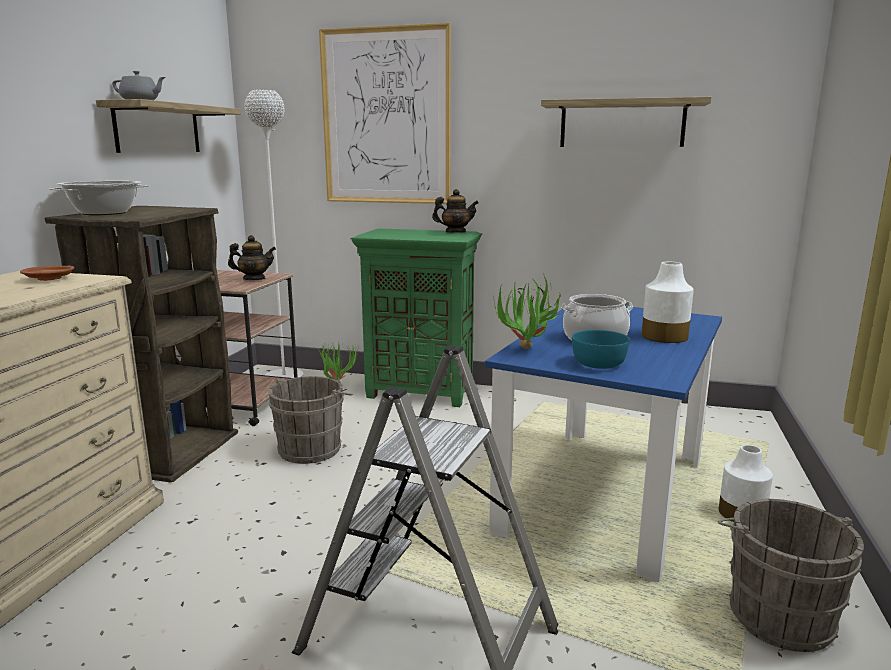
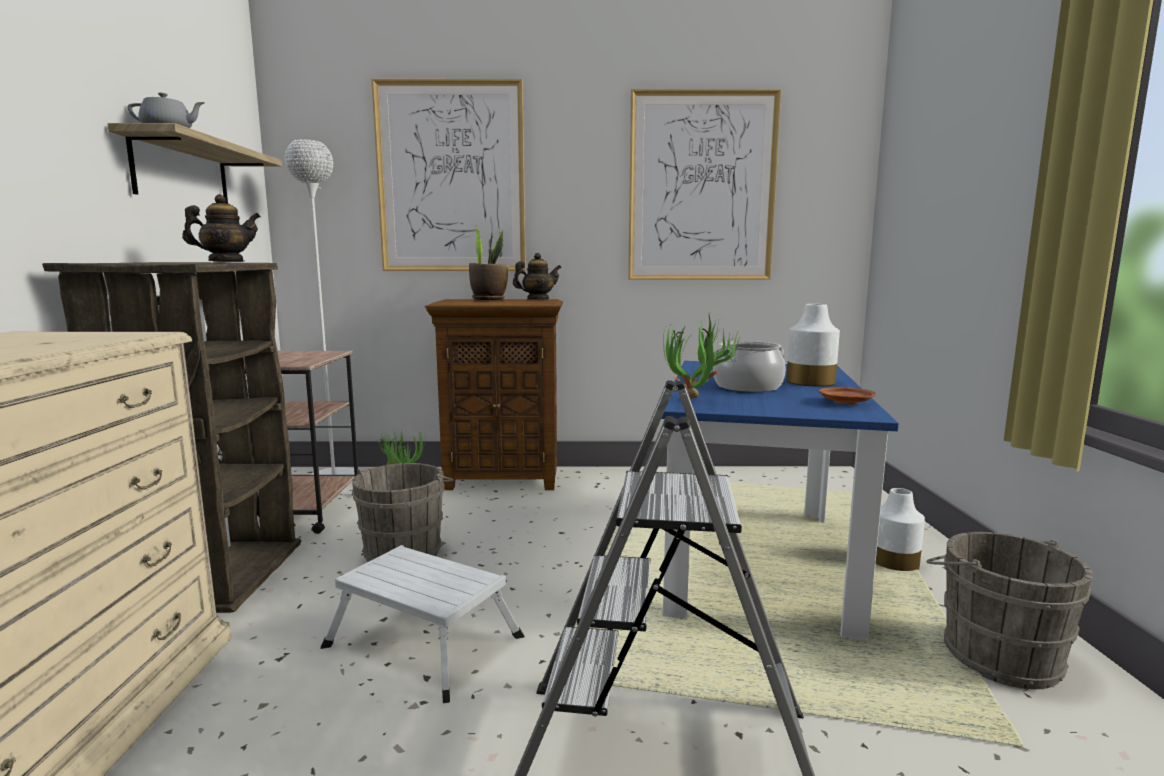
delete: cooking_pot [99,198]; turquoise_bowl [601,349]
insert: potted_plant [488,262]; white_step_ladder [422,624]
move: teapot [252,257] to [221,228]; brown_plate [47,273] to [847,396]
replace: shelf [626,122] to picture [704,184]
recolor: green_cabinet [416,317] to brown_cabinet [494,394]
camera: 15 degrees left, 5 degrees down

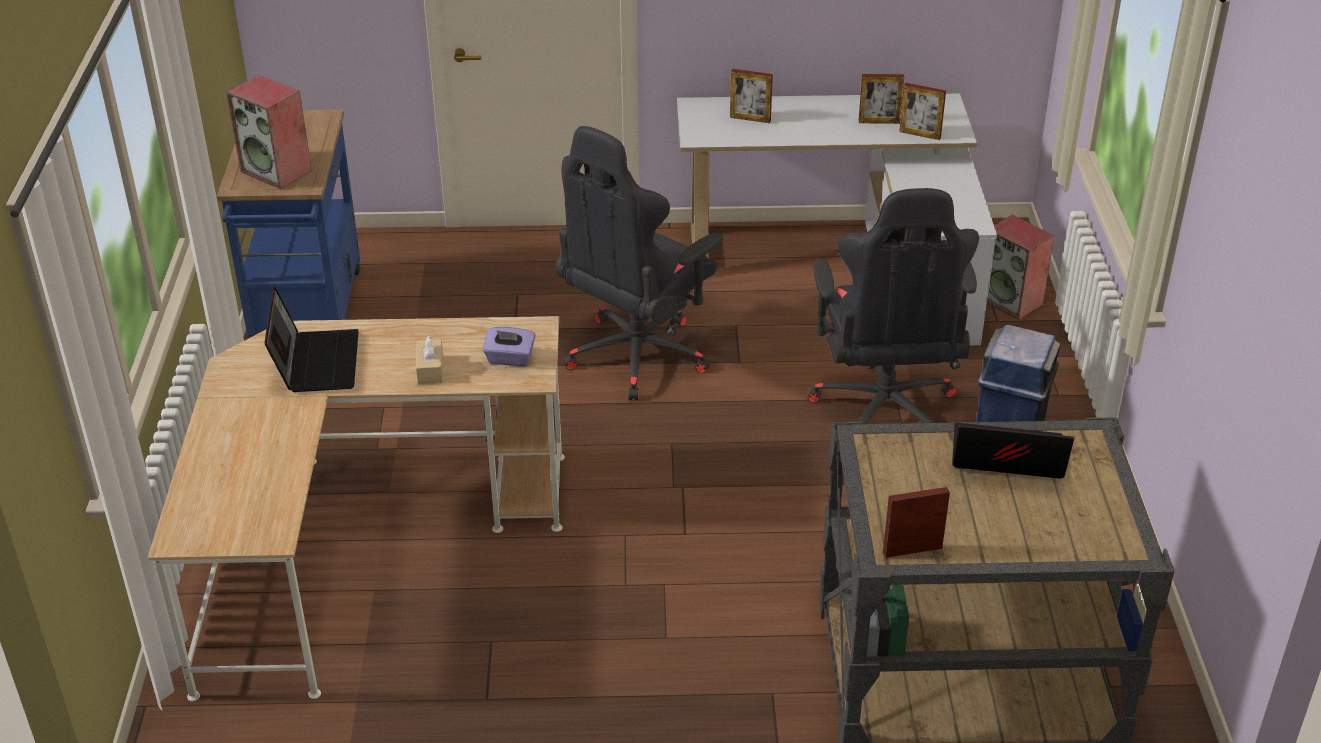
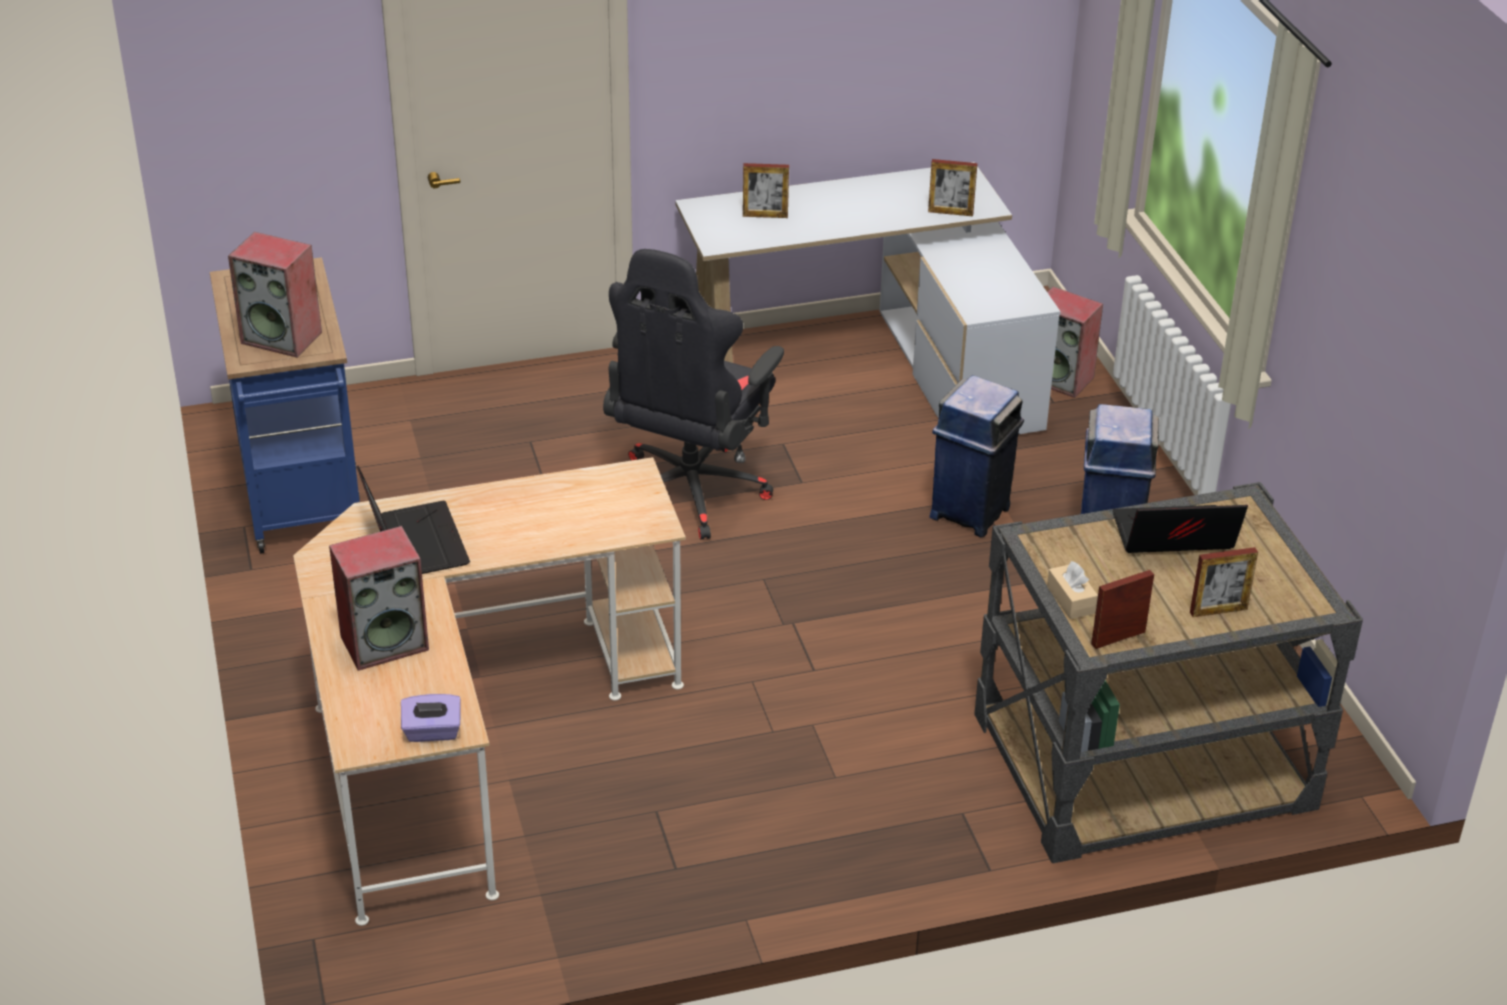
insert: speaker [379,598]
move: picture_frame [881,99] to [1224,582]; purple_tissue_box [509,346] to [431,718]; beige_tissue_box [429,360] to [1072,590]
replace: black_office_chair [893,306] to blue_trash_can [976,456]
camera: 15 degrees left, 0 degrees up

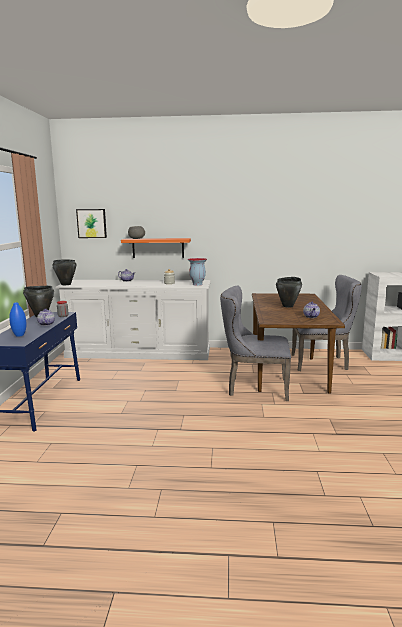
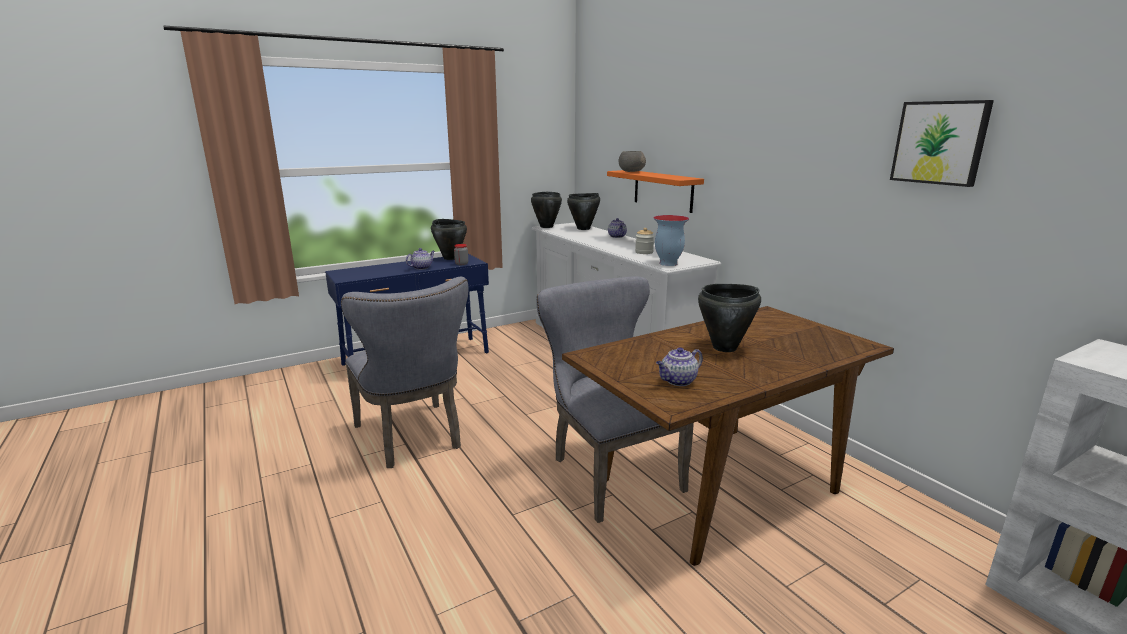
delete: blue_vase [17,319]
insert: black_cooking_pot [583,211]
move: picture [91,223] to [942,143]; grey_chair [326,323] to [404,372]
camera: 55 degrees right, 5 degrees up

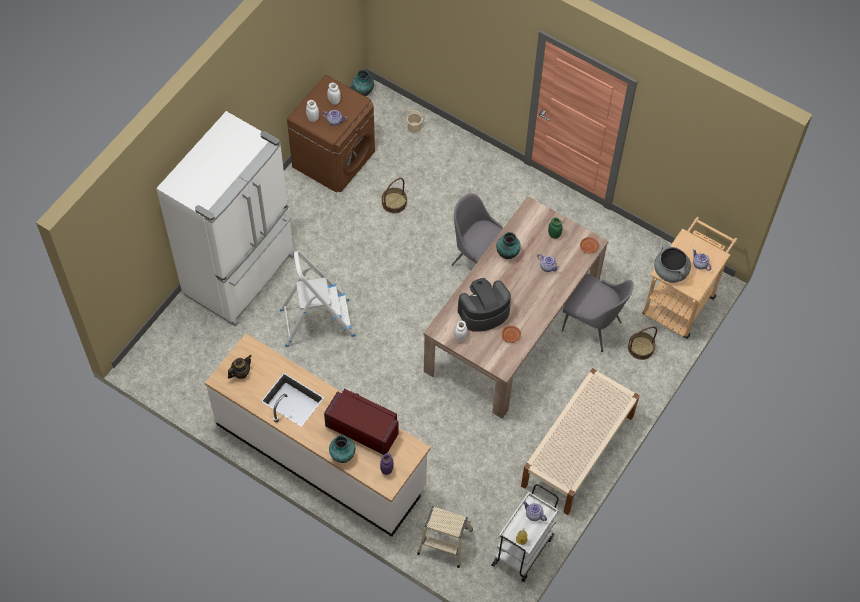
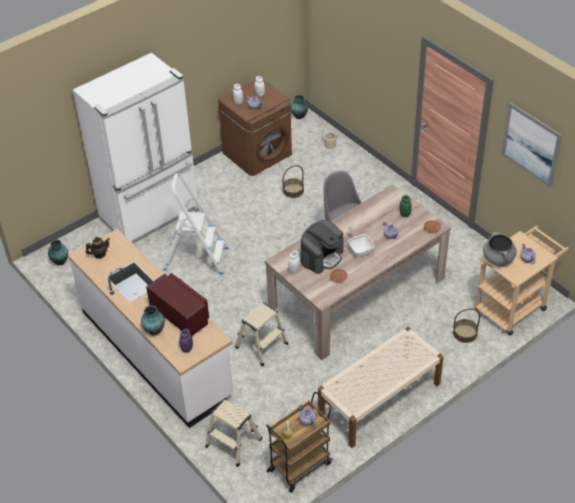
delete: grey_chair [598,313]
insert: picture [531,145]; frying_pan [361,241]; beige_step_ladder [261,334]
move: vase [508,245] to [58,252]
recolor: white_cart [525,533] to brown_cart [299,442]
rotate: coffee_machine [484,305] = [322,247] 135 degrees clockwise
camera: 20 degrees right, 15 degrees down

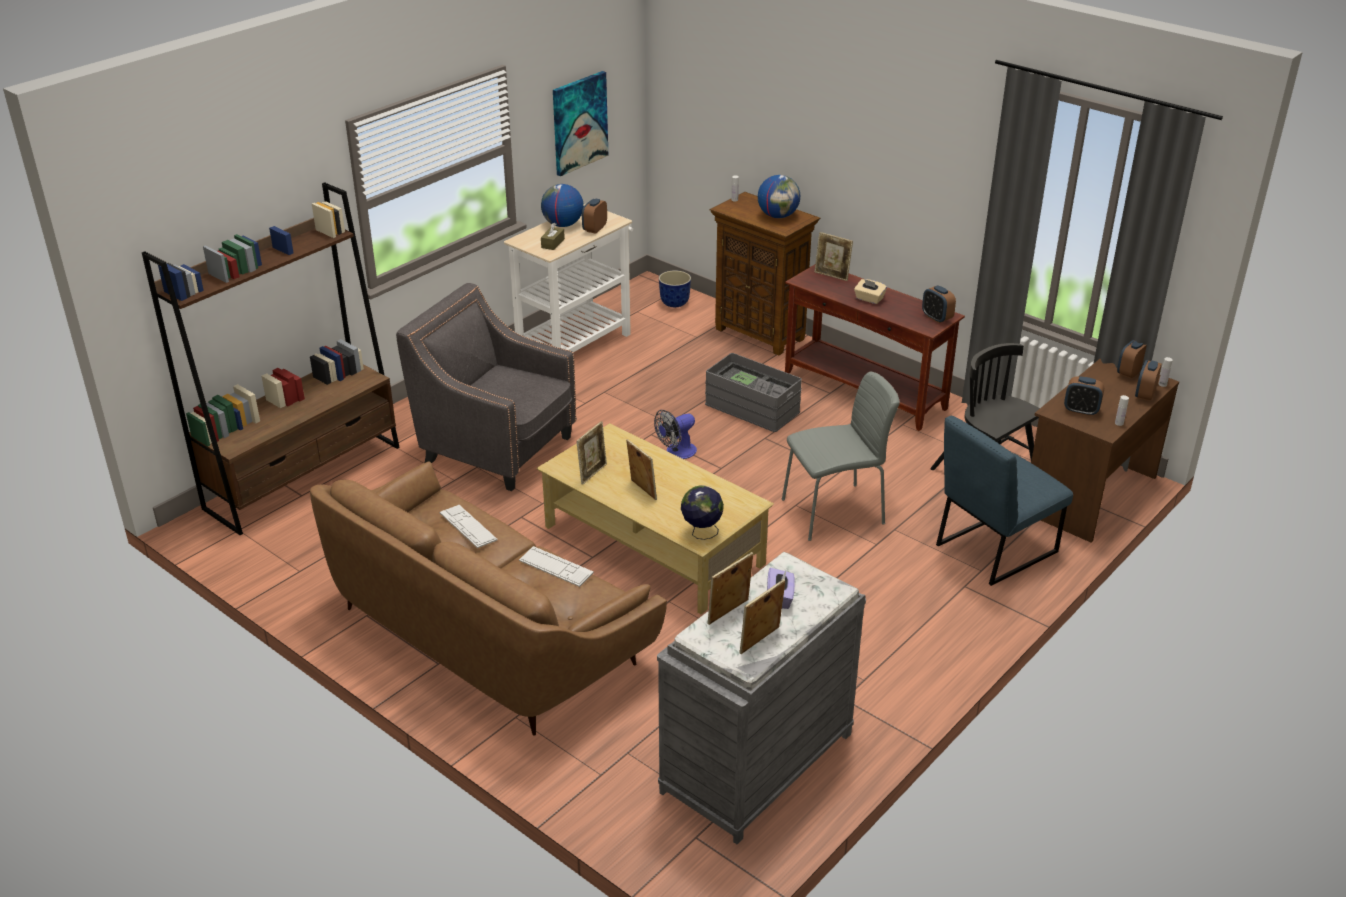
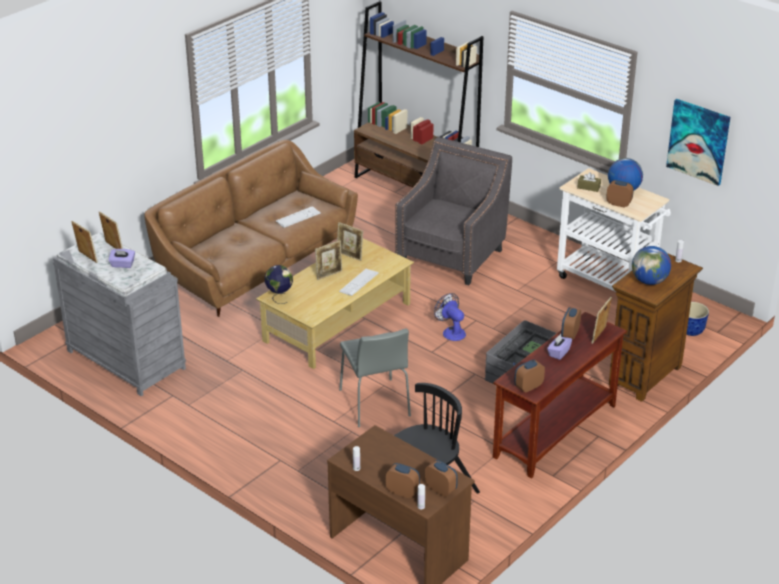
delete: blue_chair [1004,500]
move: alarm_clock [1084,396] to [571,323]; keyboard [556,566] to [359,282]
recolor: beige_tissue_box [870,291] to purple_tissue_box [559,347]
camera: 90 degrees right, 0 degrees up

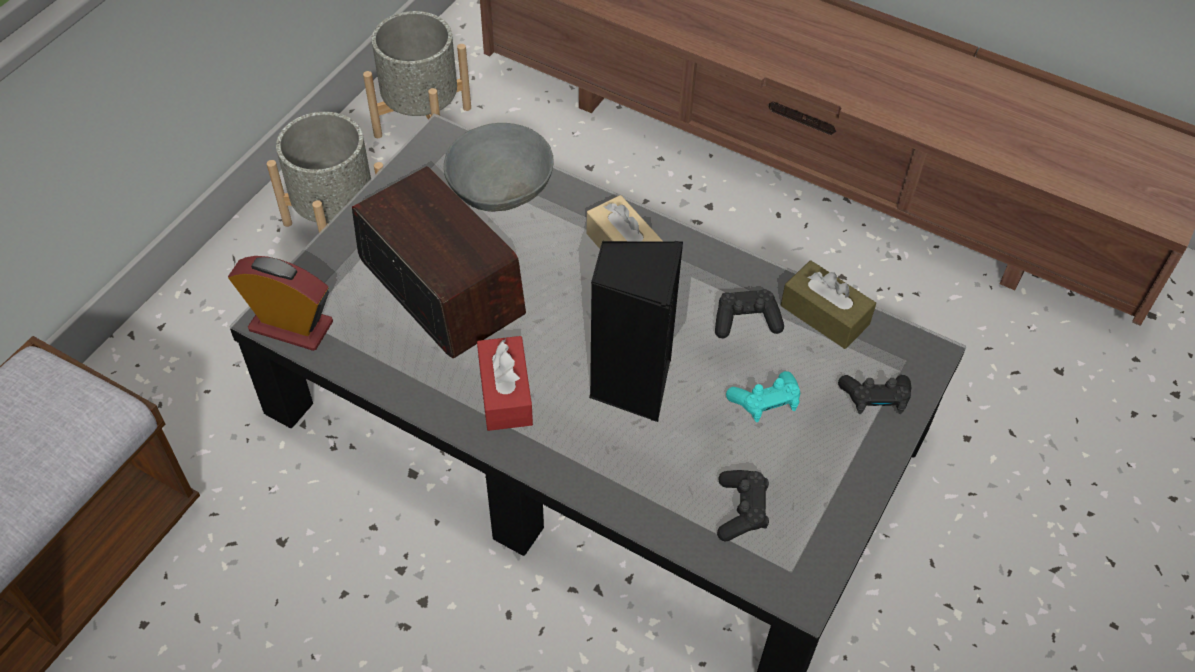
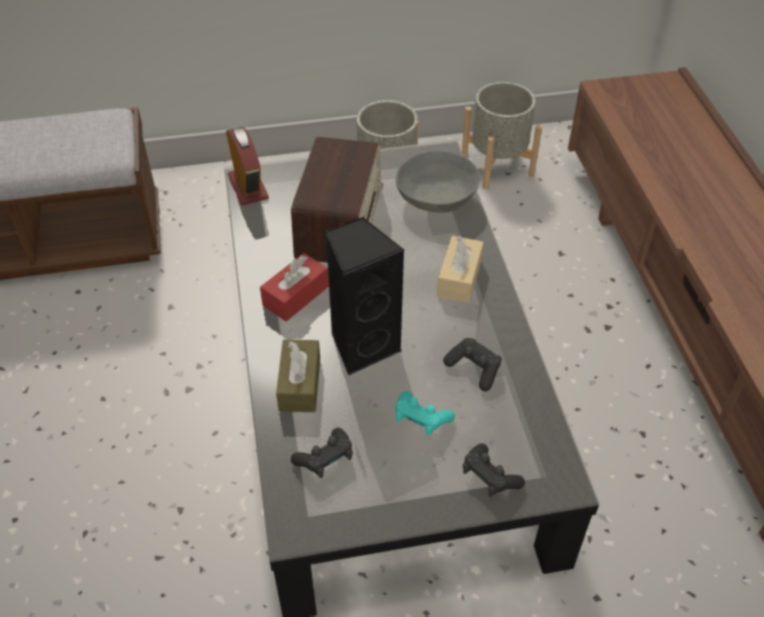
move: brown_tissue_box [828,304] to [298,376]
camera: 50 degrees right, 5 degrees down

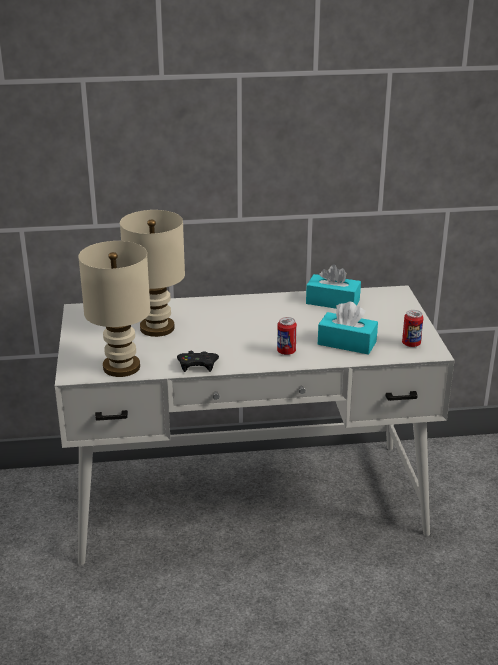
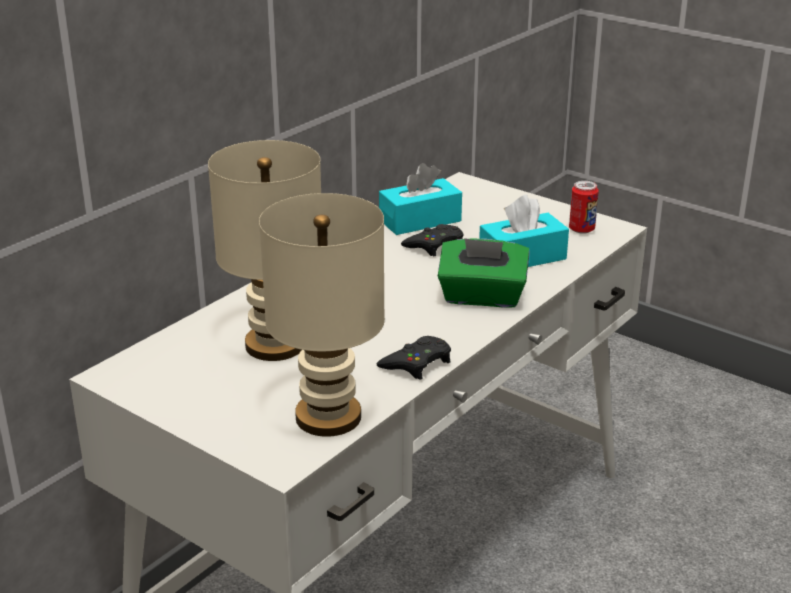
insert: black_game_controller [432,240]
replace: can [287,336] to green_tissue_box [484,273]
camera: 45 degrees left, 0 degrees up

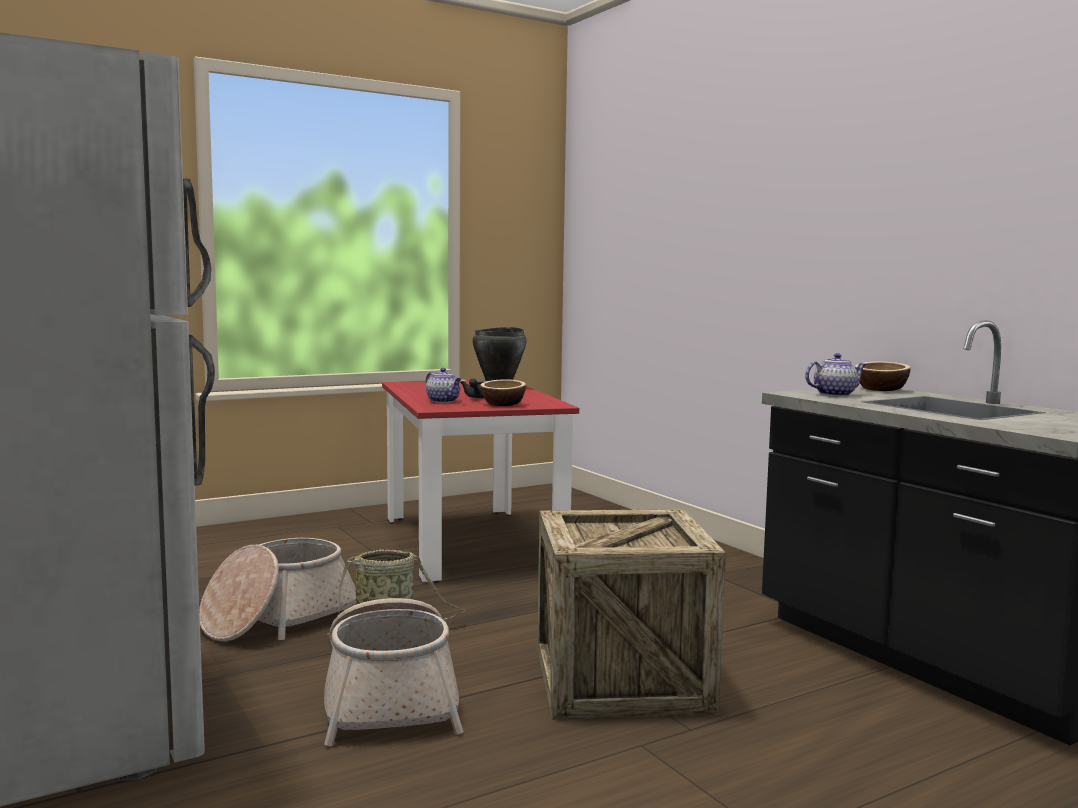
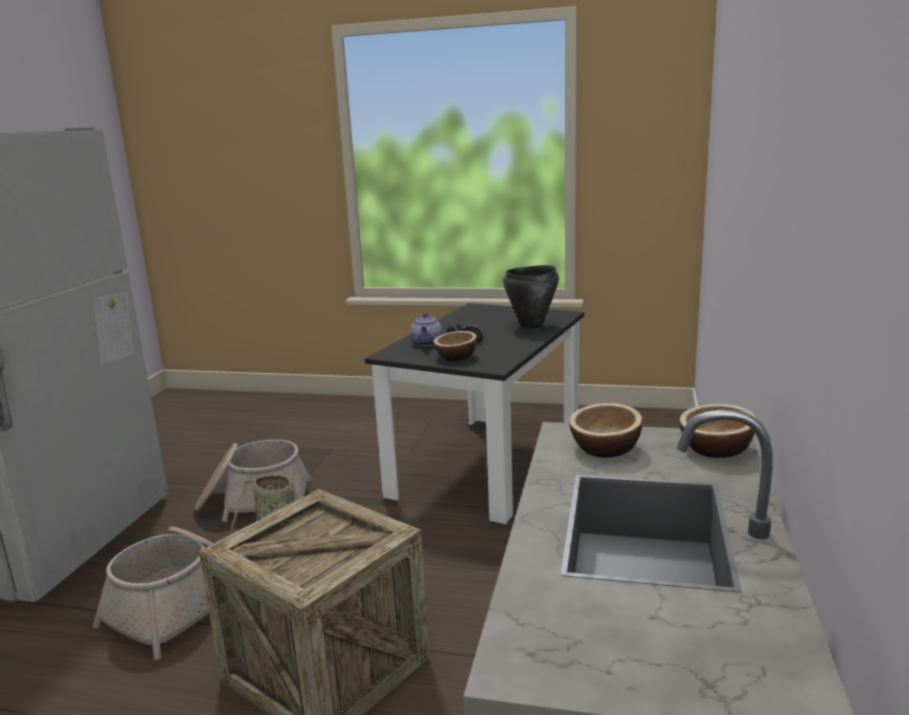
replace: teapot [836,374] to bowl [606,430]
recolor: red_dining_table [480,481] to black_dining_table [474,413]
camera: 45 degrees right, 10 degrees up

